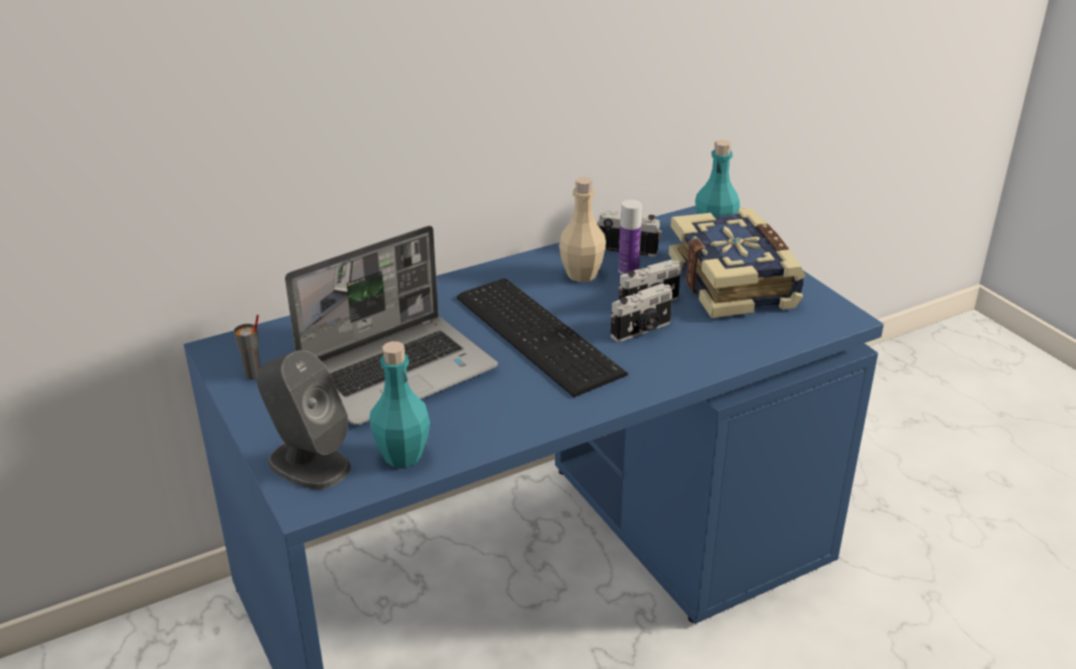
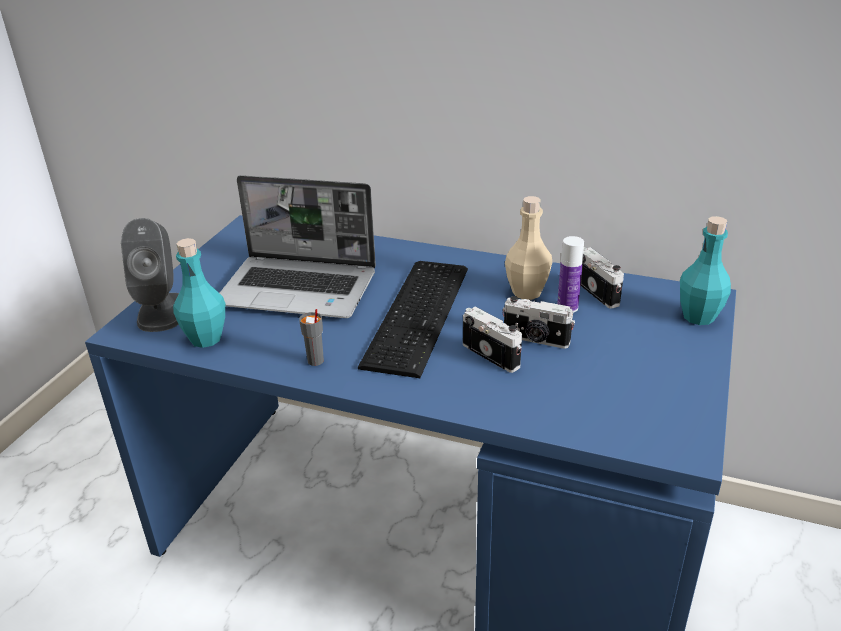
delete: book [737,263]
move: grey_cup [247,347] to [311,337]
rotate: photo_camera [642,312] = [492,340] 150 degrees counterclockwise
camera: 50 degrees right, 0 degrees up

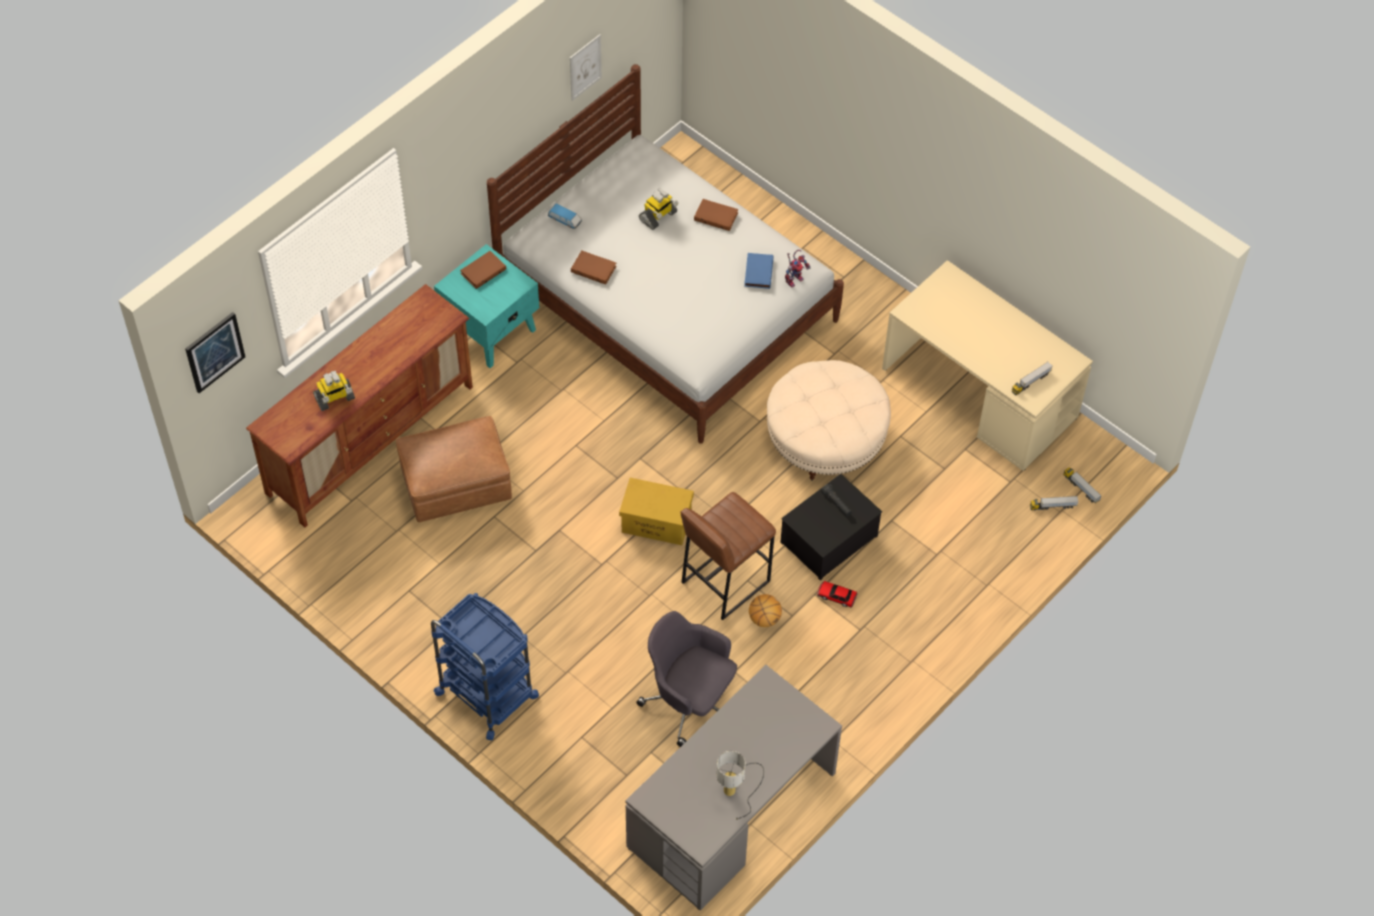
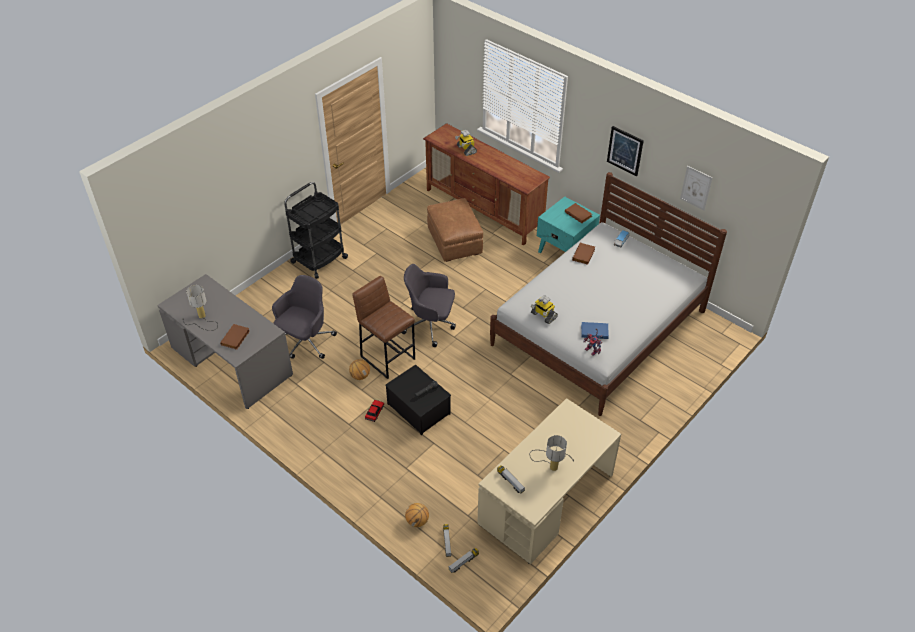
delete: beige_ottoman [829,420]
insert: table_lamp [552,453]; basketball [417,515]
move: toy_robot [659,209] to [544,309]; brown_book [716,215] to [235,337]; picture [215,352] to [625,151]
replace: yellow_storage_box [656,511] to grey_office_chair [428,305]
recolor: blue_cart [485,666] to black_cart [316,230]
camera: 90 degrees right, 10 degrees down

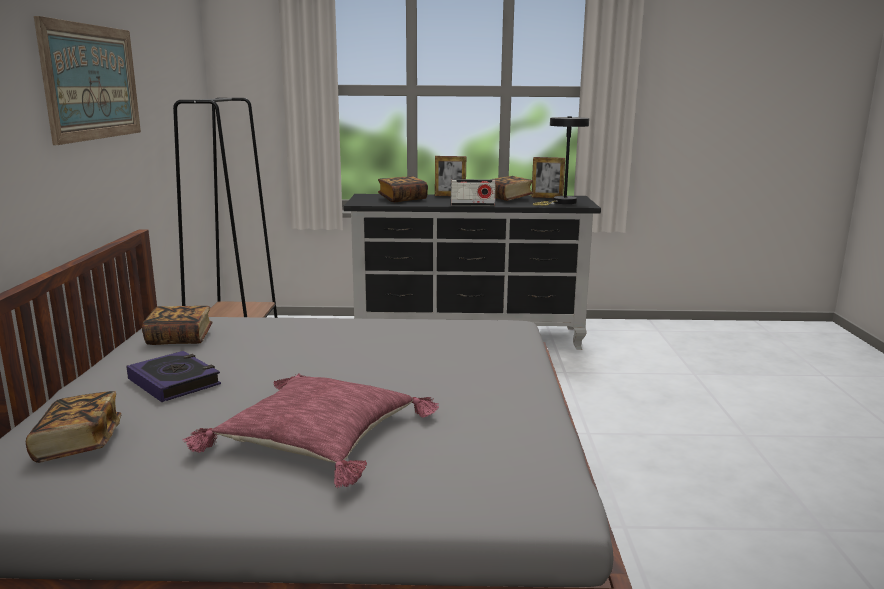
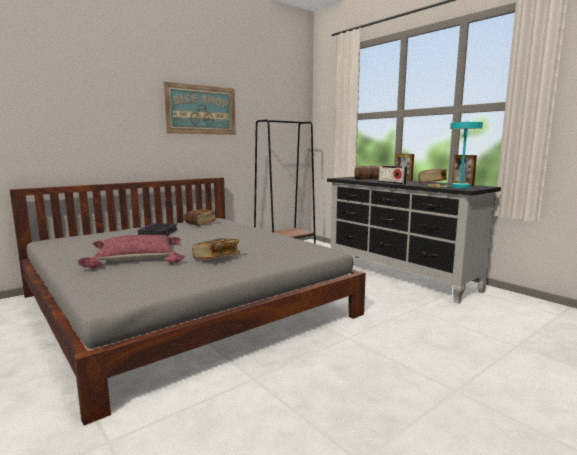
move: book [73,427] to [216,248]
recolor: black_table_lamp [561,160] to turquoise_table_lamp [455,154]
camera: 50 degrees right, 5 degrees down

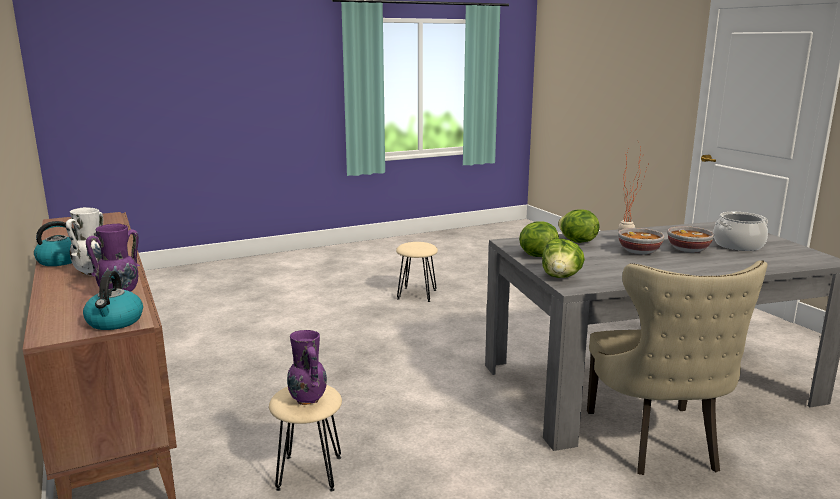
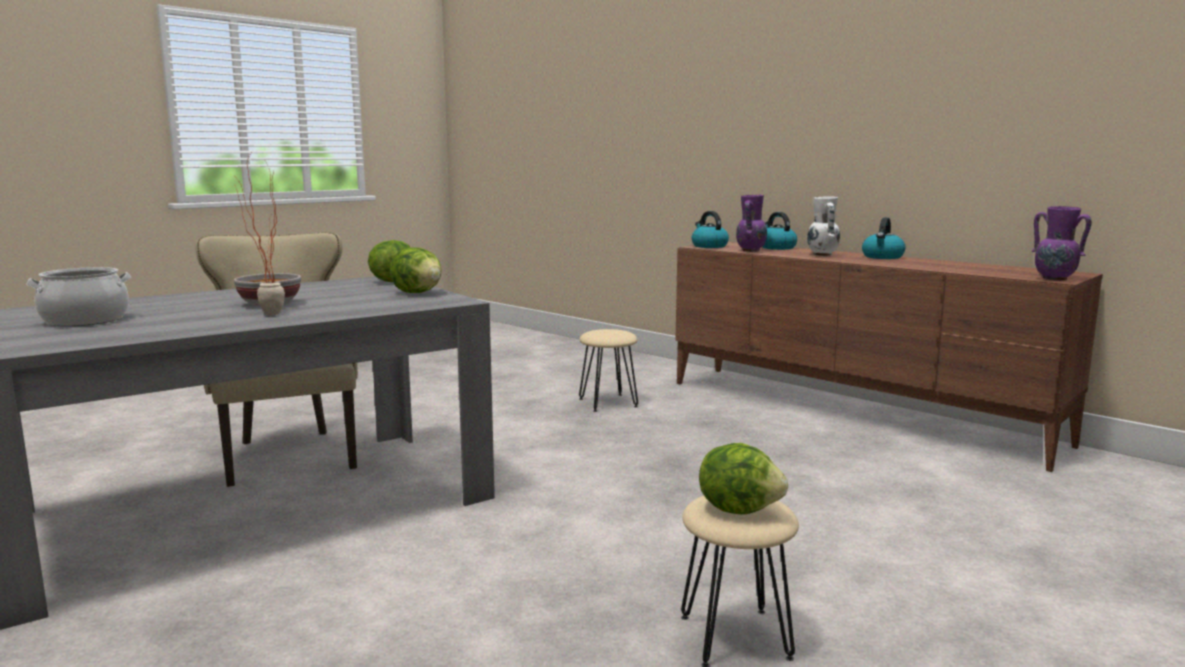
delete: bowl [691,239]
insert: kettle [779,231]
move: lettuce [578,226] to [743,478]; purple_vase [307,367] to [1061,243]
camera: 160 degrees right, 5 degrees down

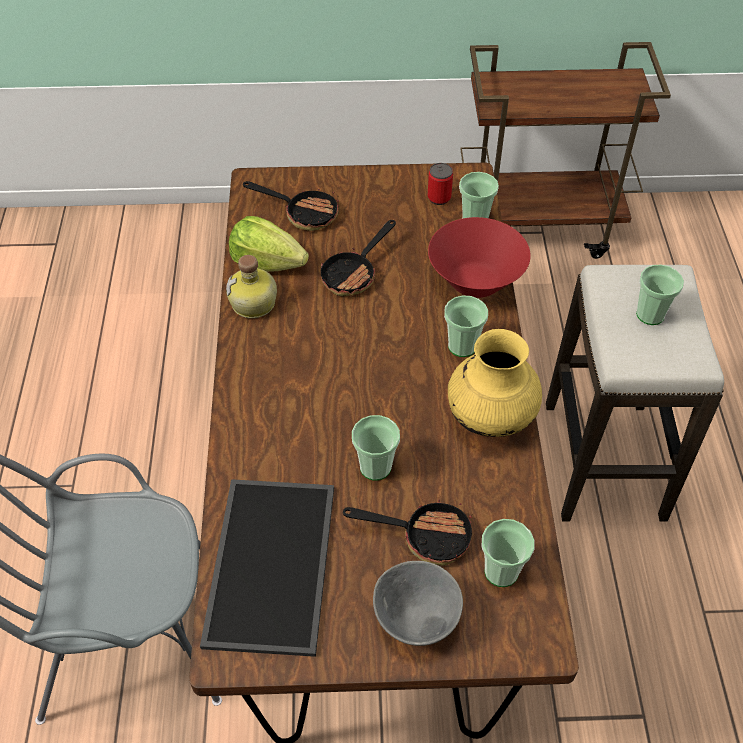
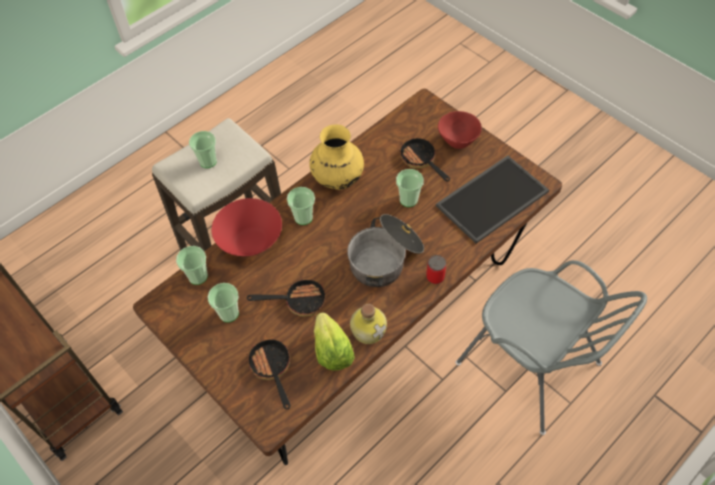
insert: cooking_pot [385,250]
move: can [440,184] to [436,269]; cup [508,553] to [223,302]
recolor: grey_bowl [418,603] to red_bowl [460,130]
camera: 130 degrees left, 5 degrees up

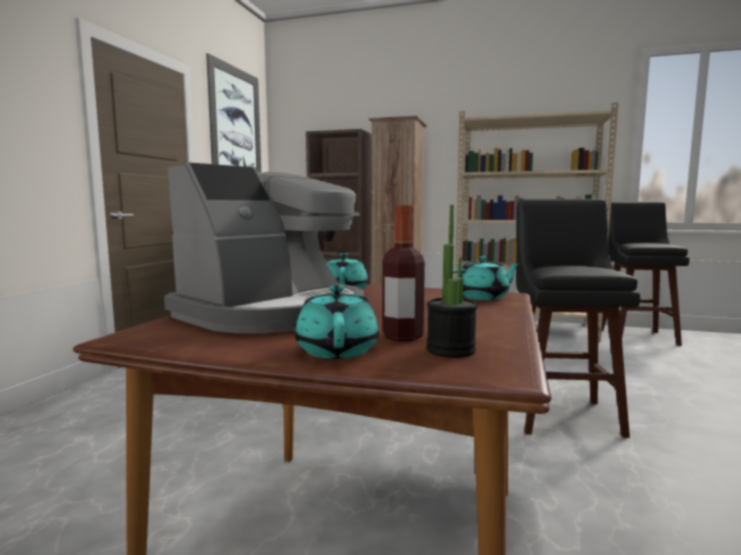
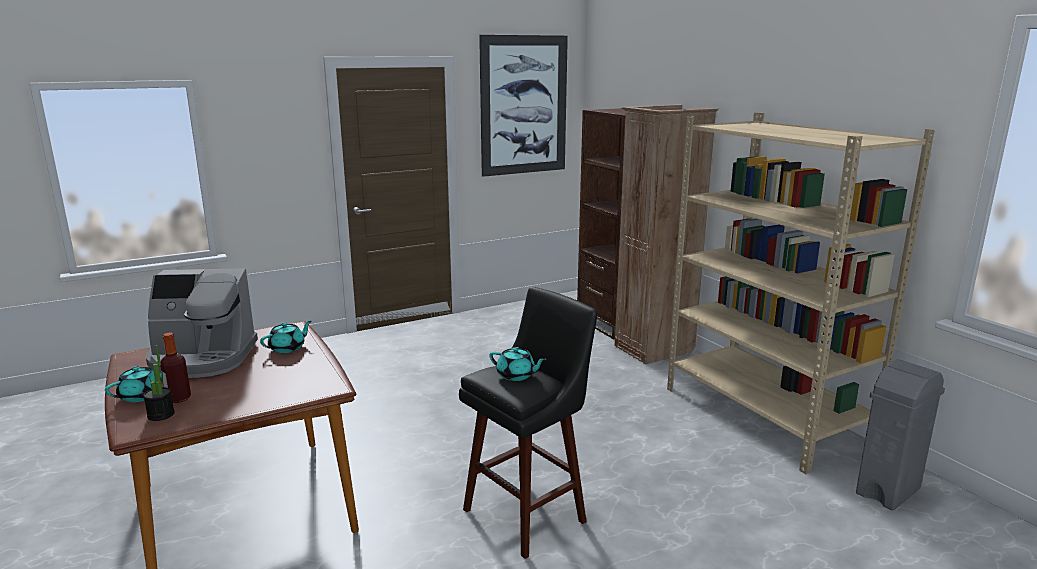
move: turquoise_teapot [487,278] to [518,364]
replace: black_stool [644,274] to grey_trash_can [900,435]
camera: 45 degrees right, 10 degrees up

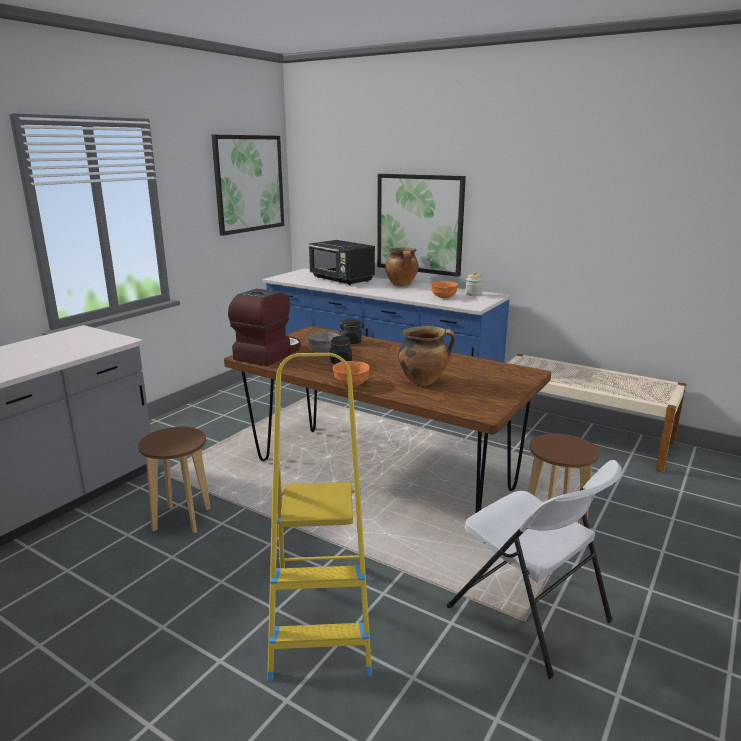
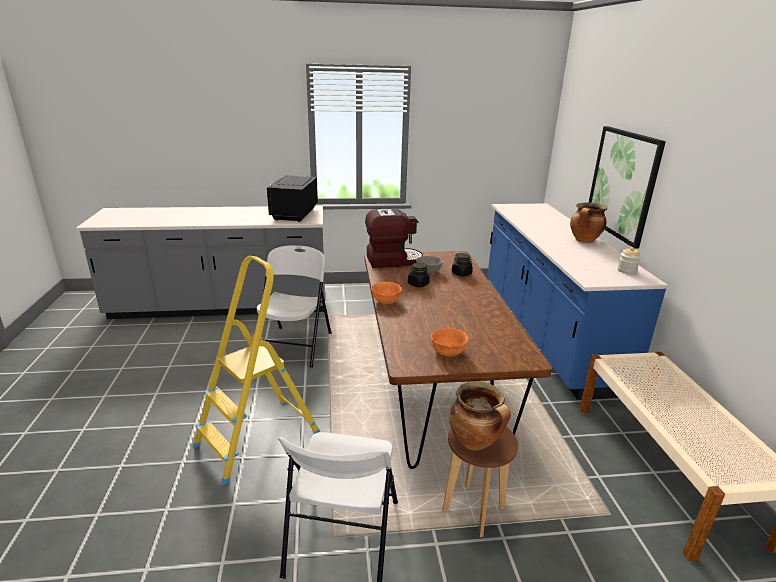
delete: picture [247,185]
move: black_microwave [341,262] to [292,198]; orange_bowl [444,289] to [450,342]; cooking_pot [426,355] to [480,416]
replace: brown_stool [174,480] to white_chair [294,306]
camera: 50 degrees right, 5 degrees up

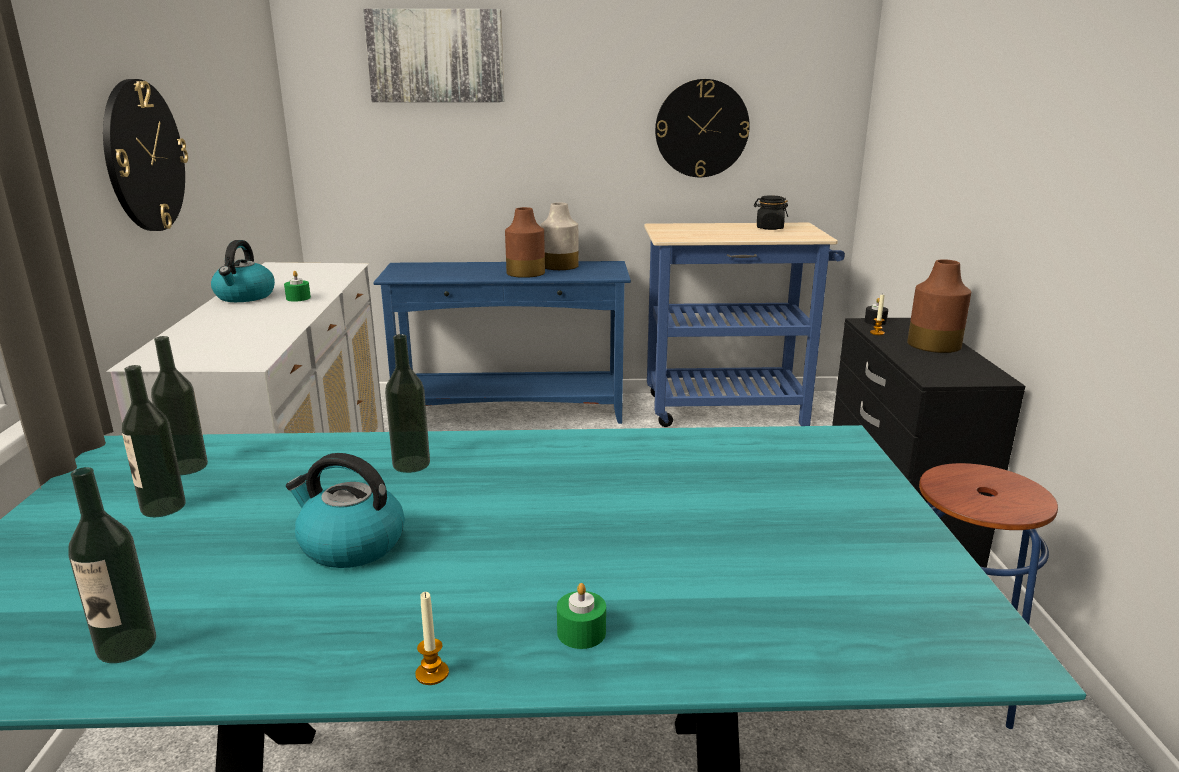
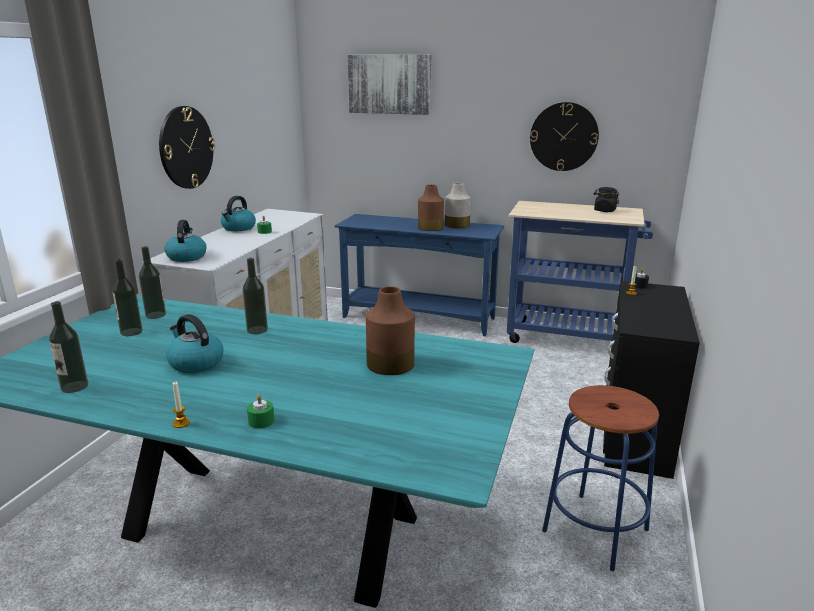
insert: kettle [185,241]
move: brown_vase [939,306] to [390,331]
camera: 20 degrees right, 0 degrees up

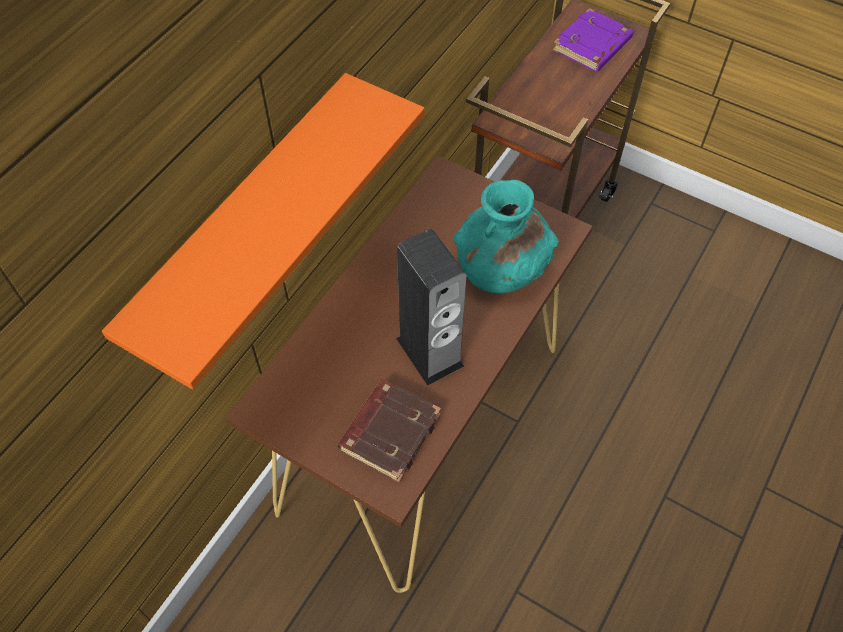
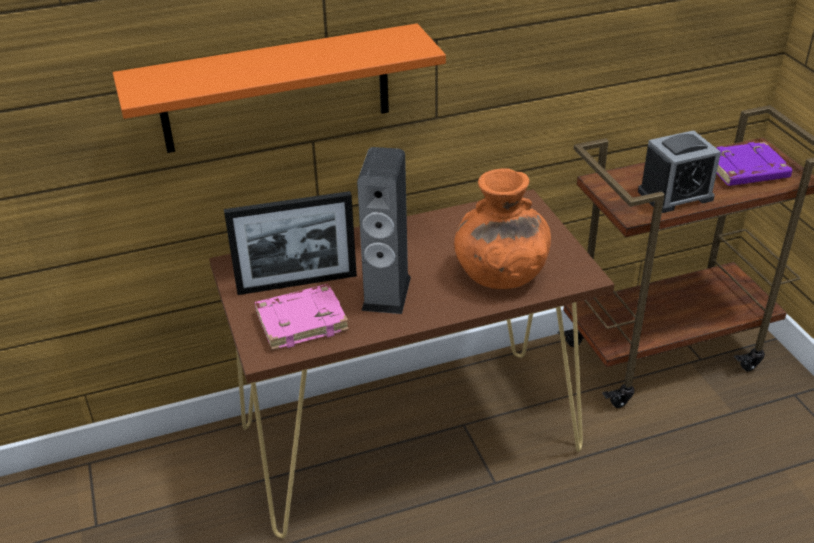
insert: alarm_clock [679,171]; picture_frame [290,243]
recolor: turquoise_vase [506,236] to orange_vase [502,228]; brown_book [389,431] to pink_book [302,317]
camera: 40 degrees right, 20 degrees down

